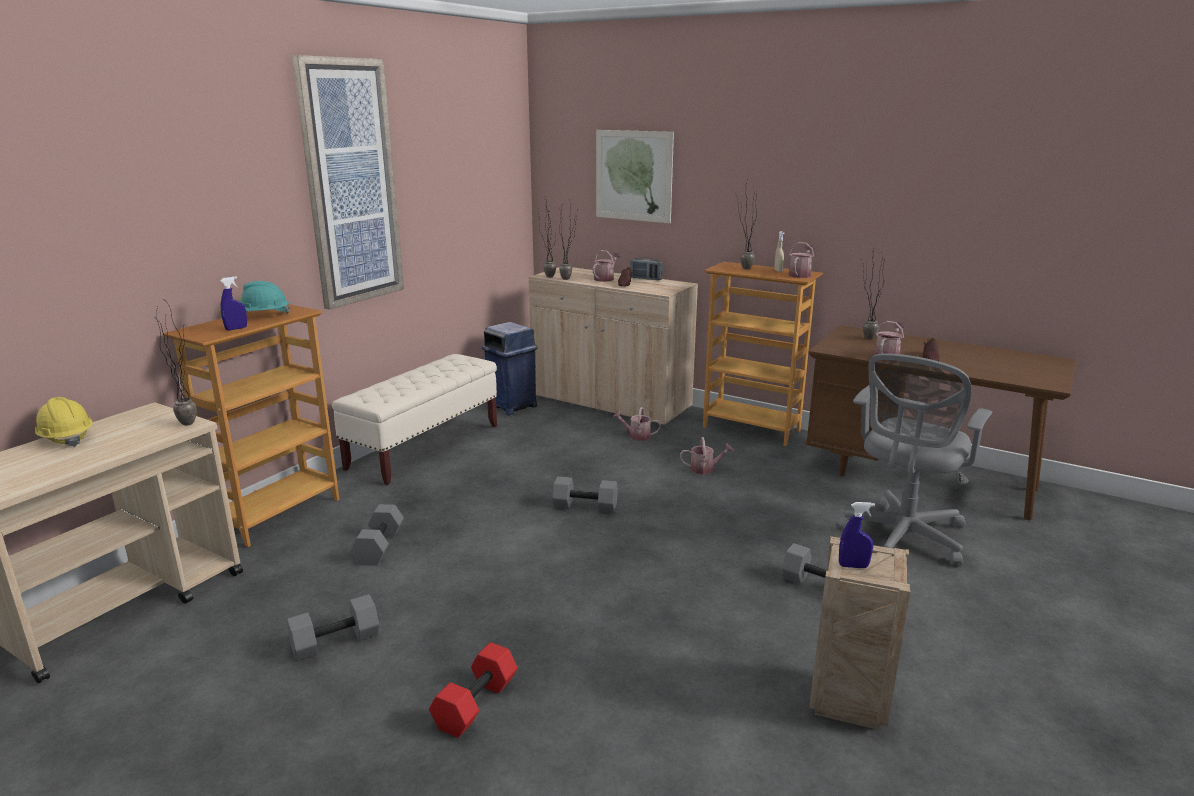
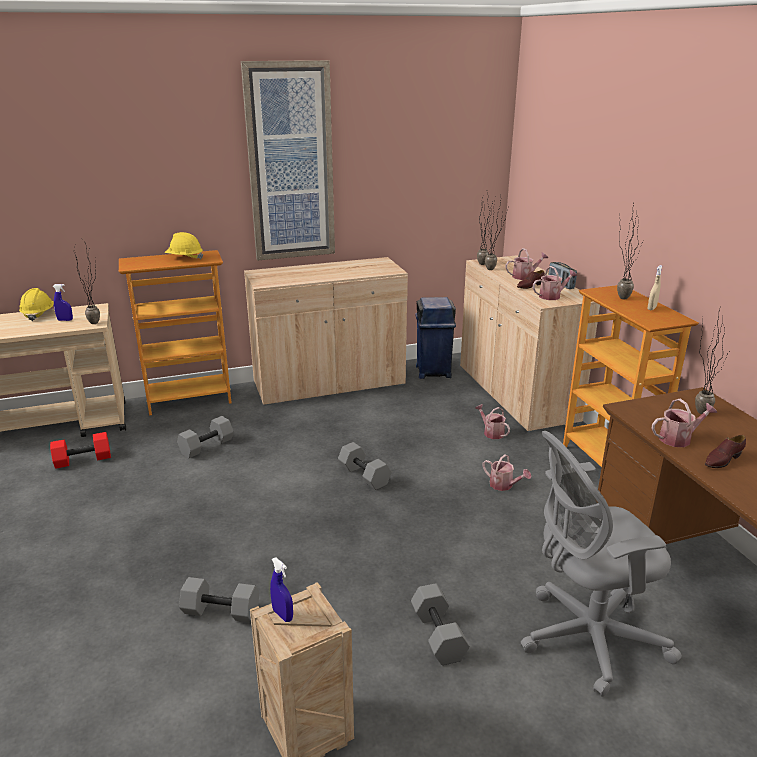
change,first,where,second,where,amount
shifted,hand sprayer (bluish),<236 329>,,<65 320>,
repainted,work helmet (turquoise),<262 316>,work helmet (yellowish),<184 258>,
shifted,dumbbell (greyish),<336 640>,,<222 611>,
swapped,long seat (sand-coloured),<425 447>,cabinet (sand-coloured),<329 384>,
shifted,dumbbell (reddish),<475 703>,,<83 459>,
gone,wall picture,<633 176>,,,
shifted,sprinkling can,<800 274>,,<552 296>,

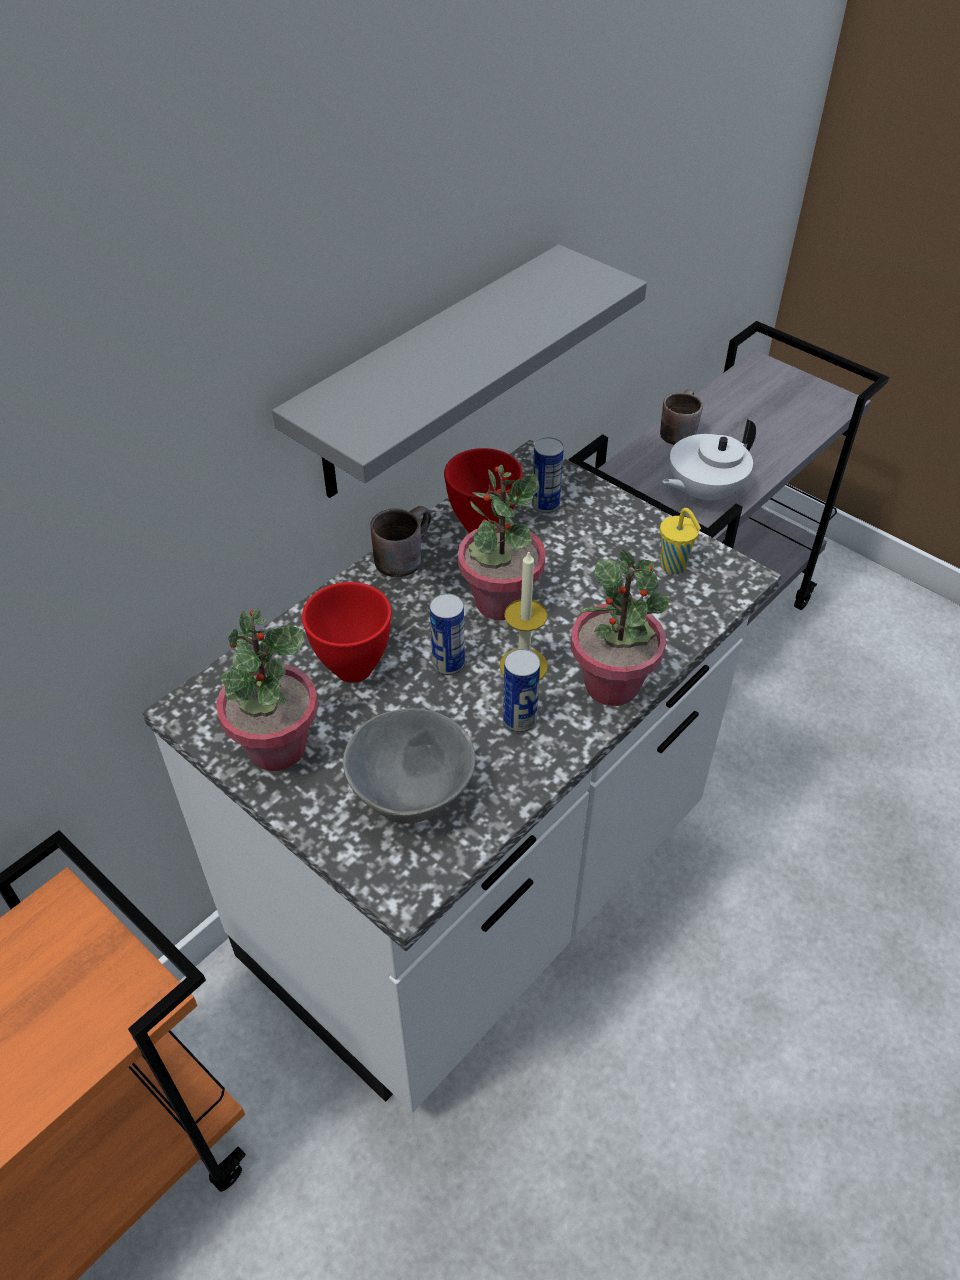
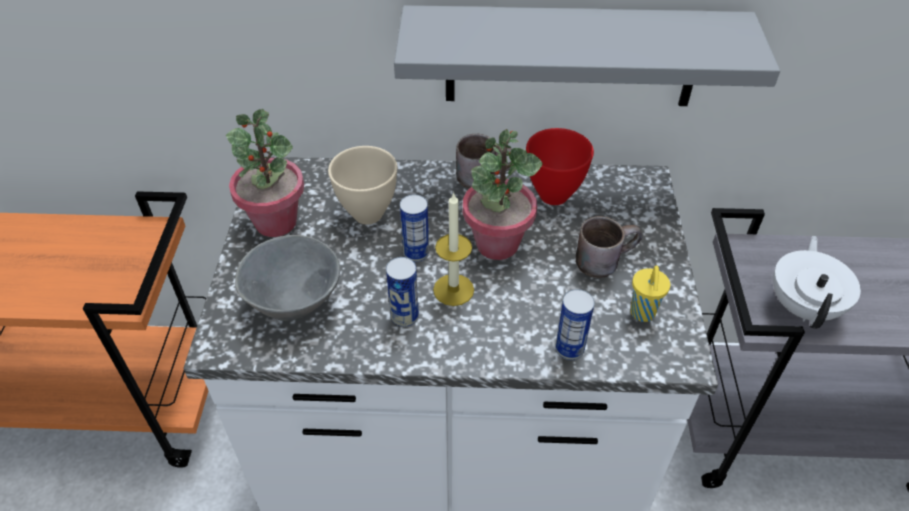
change,first,where,second,where,amount
repainted,bowl (reddish),<353 670>,bowl (sand-coloured),<366 215>,
shifted,sealed can,<545 505>,,<569 349>,
gone,plant in a pot,<612 685>,,,
shifted,tea mug (brownish),<676 430>,,<603 258>,
rotated,pot for tea (whitish),<703 492>,,<803 306>,90 degrees clockwise

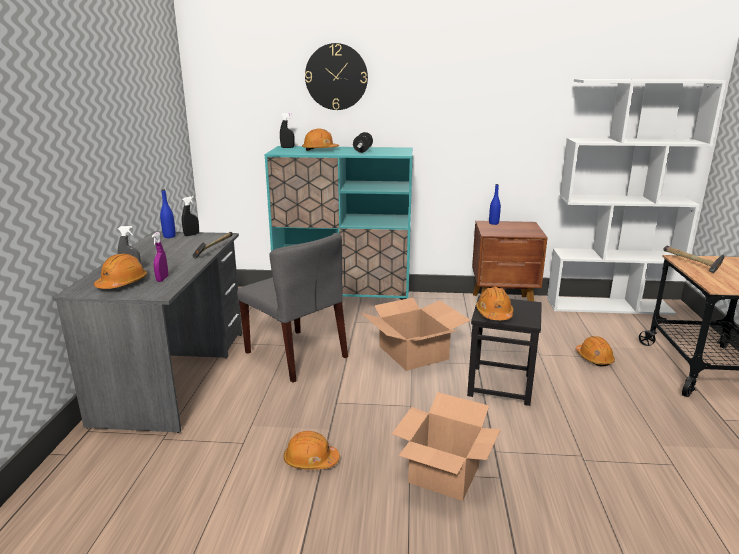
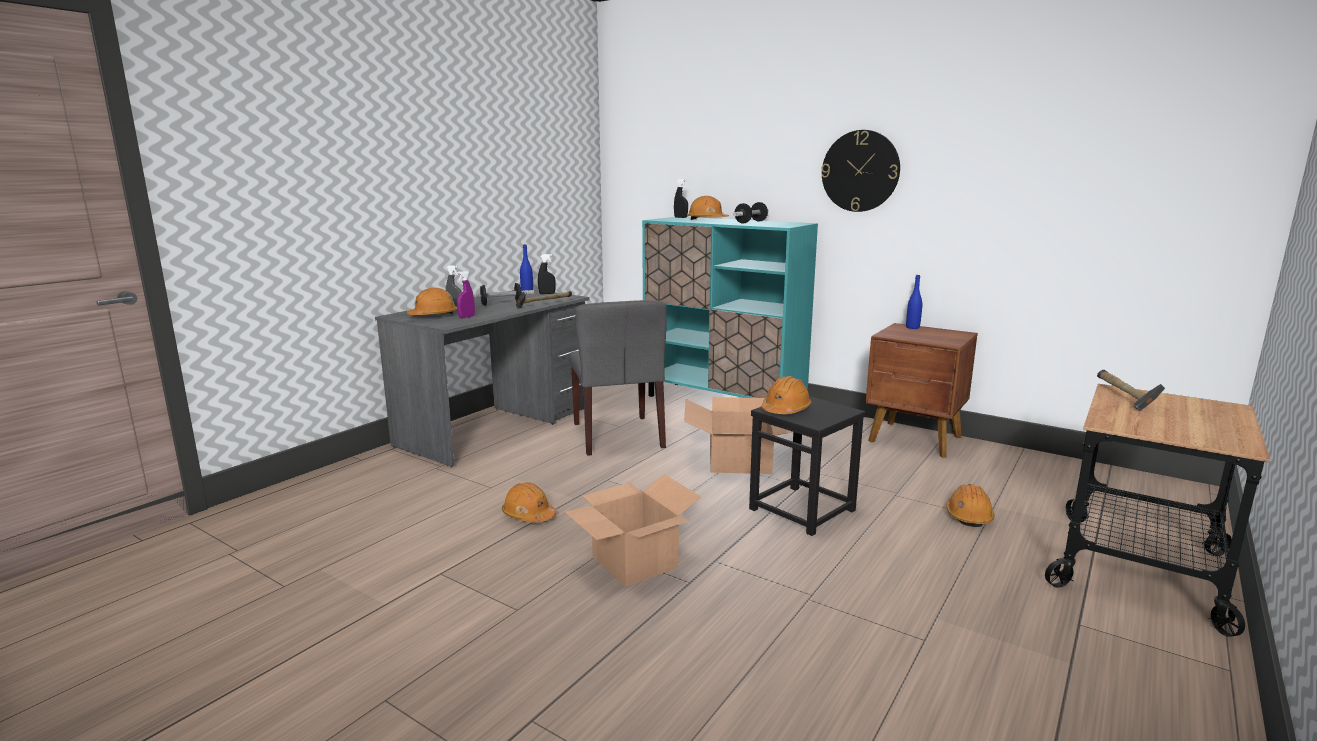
change,first,where,second,where,amount
shifted,clock on the wall,<336 77>,,<860 171>,
gone,bookshelf (whitish),<609 306>,,,
new,,,dumbbell,<501 304>,

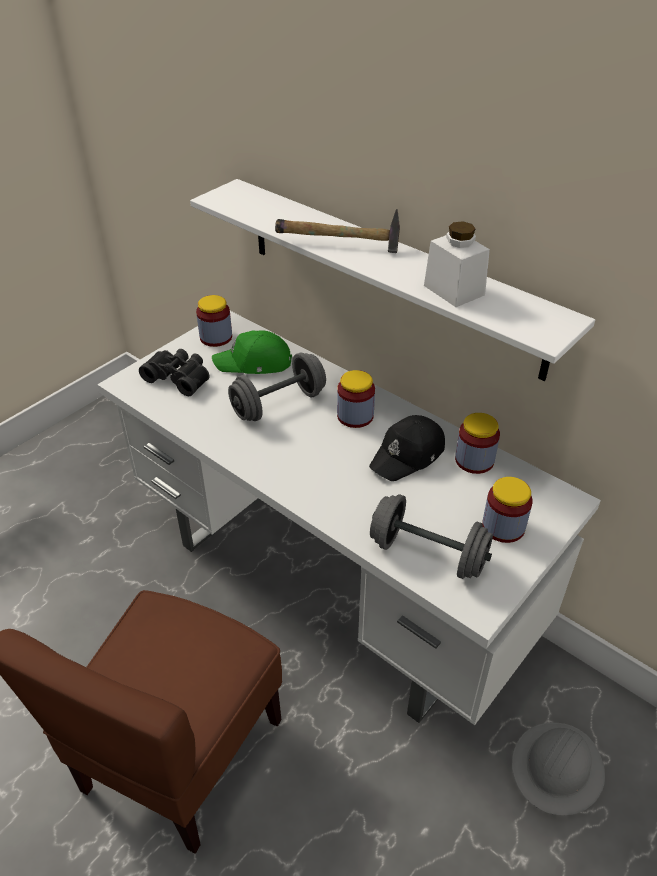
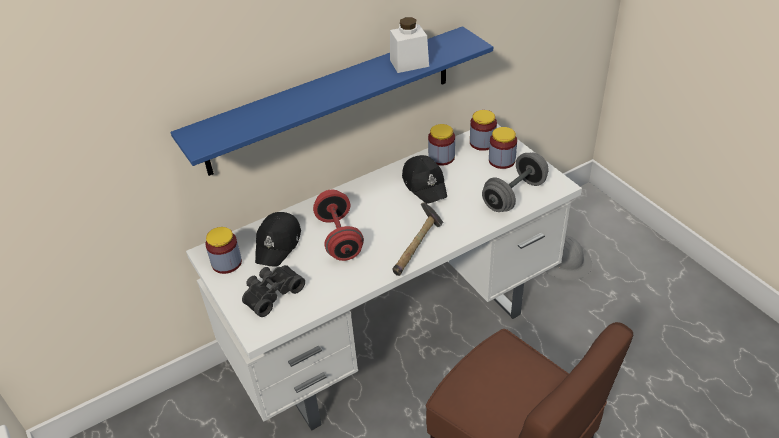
change,first,where,second,where,amount
repainted,wall shelf (whitish),<389 275>,wall shelf (bluish),<331 100>,
repainted,peaked cap (green),<254 363>,peaked cap (blackish),<278 244>,
repainted,dumbbell (greyish),<278 404>,dumbbell (reddish),<339 238>,
shifted,hammer,<341 244>,,<417 248>,
shifted,preserve jar,<355 416>,,<482 143>,

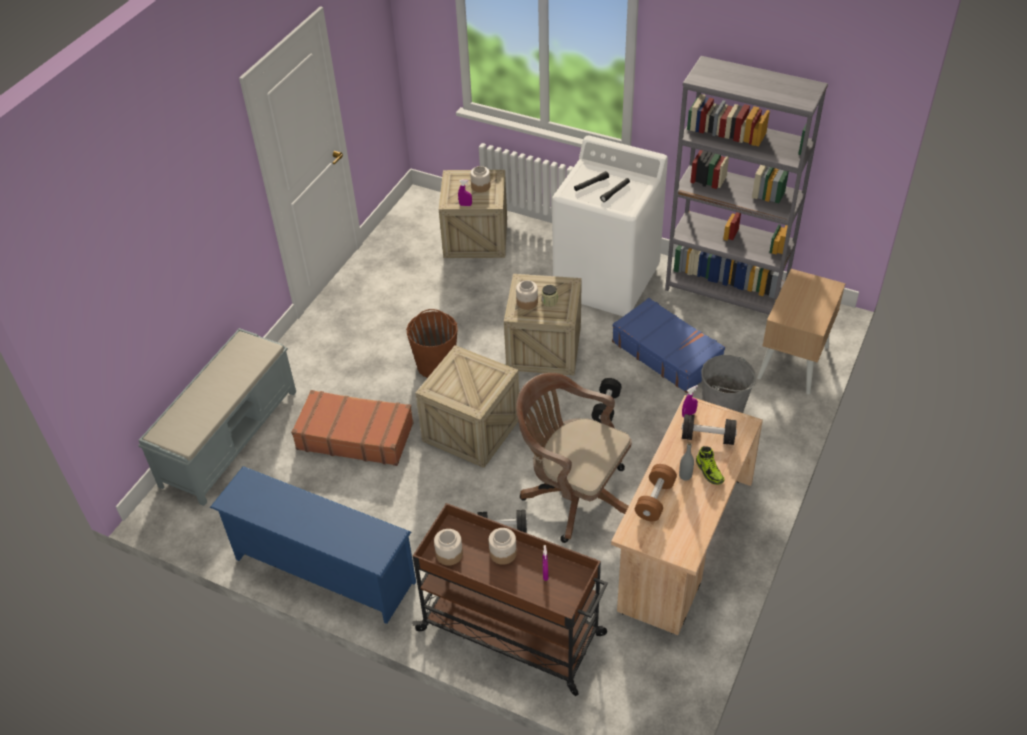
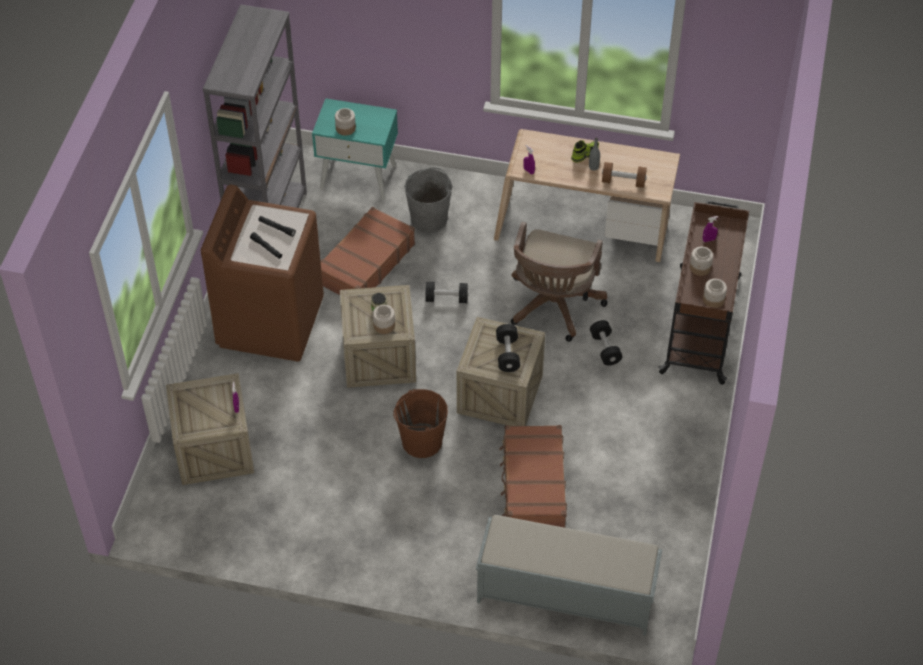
change,first,where,second,where,amount
gone,shoe shelf (bluish),<322 571>,,,
shifted,preserve jar,<480 186>,,<345 128>,
repainted,washing machine (whitish),<607 281>,washing machine (brownish),<271 322>,
repainted,suitcase (bluish),<666 353>,suitcase (brownish),<365 264>,
shifted,dumbbell (blackish),<707 437>,,<507 354>,
repainted,bedside table (sand-coloured),<793 362>,bedside table (turquoise),<358 176>,

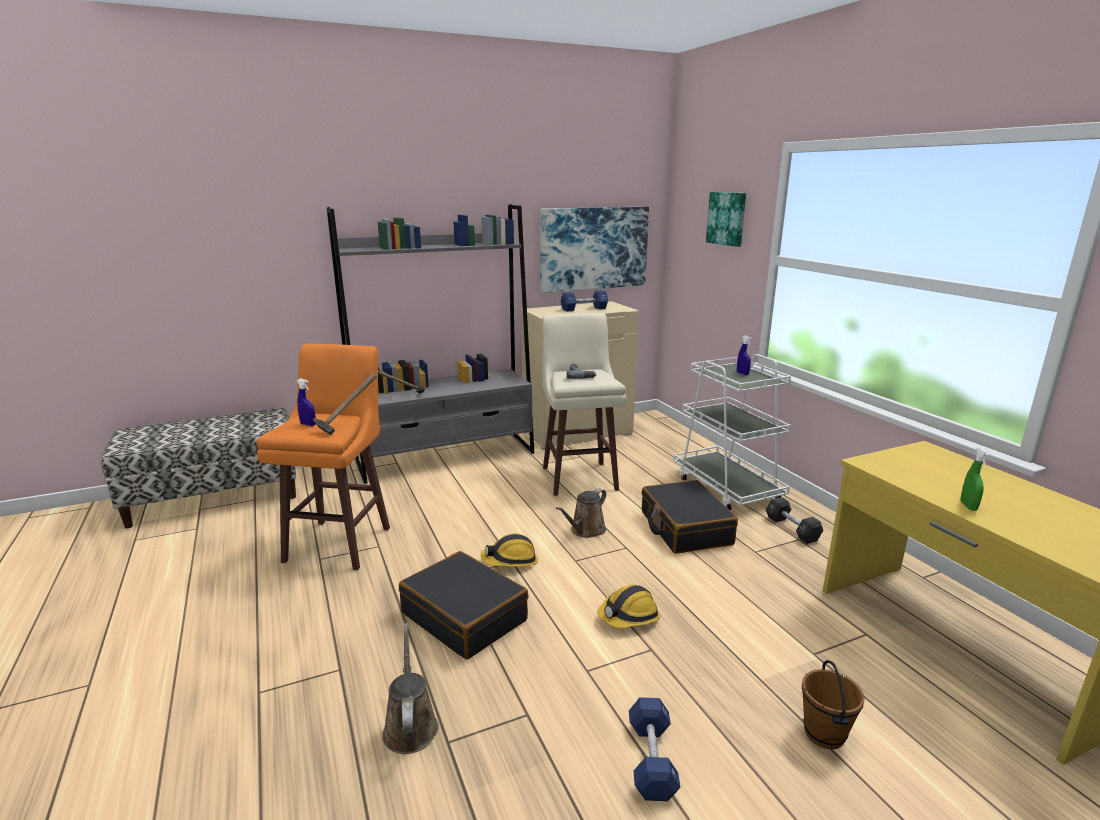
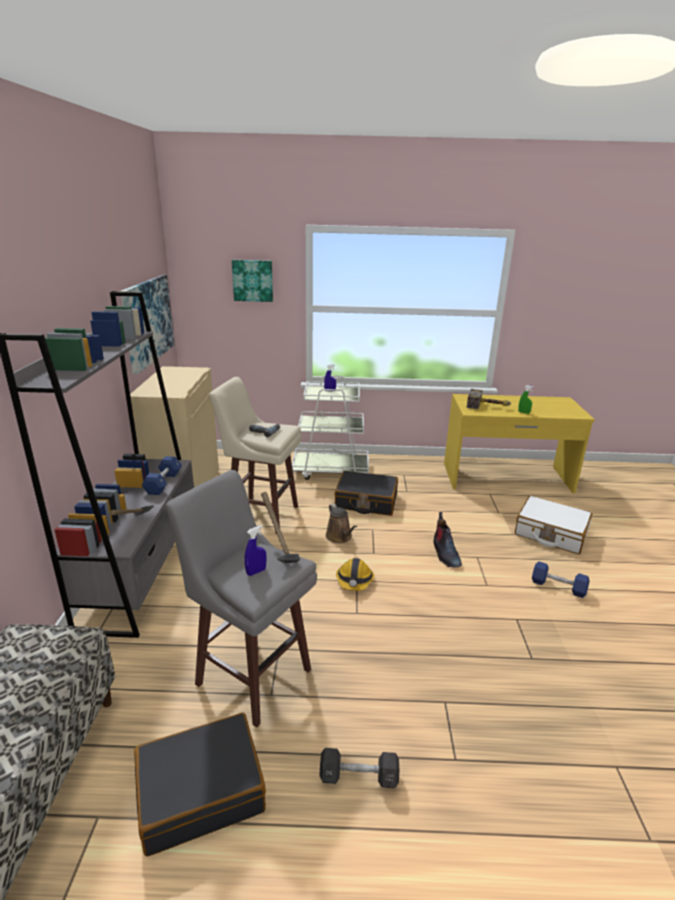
change,first,where,second,where,amount
repainted,stool seat (orange),<340 543>,stool seat (greyish),<252 674>,
gone,sprinkling can (brownish),<410 725>,,,
shifted,suitcase (blackish),<465 616>,,<201 791>,
shifted,dumbbell (bluish),<584 309>,,<163 483>,
swapped,work helmet,<629 617>,high-top boot,<445 554>,
shifted,dumbbell (blackish),<792 529>,,<358 777>,
swapped,bucket (brownish),<825 734>,suitcase (whitish),<550 533>,
new,,,hammer,<488 406>,

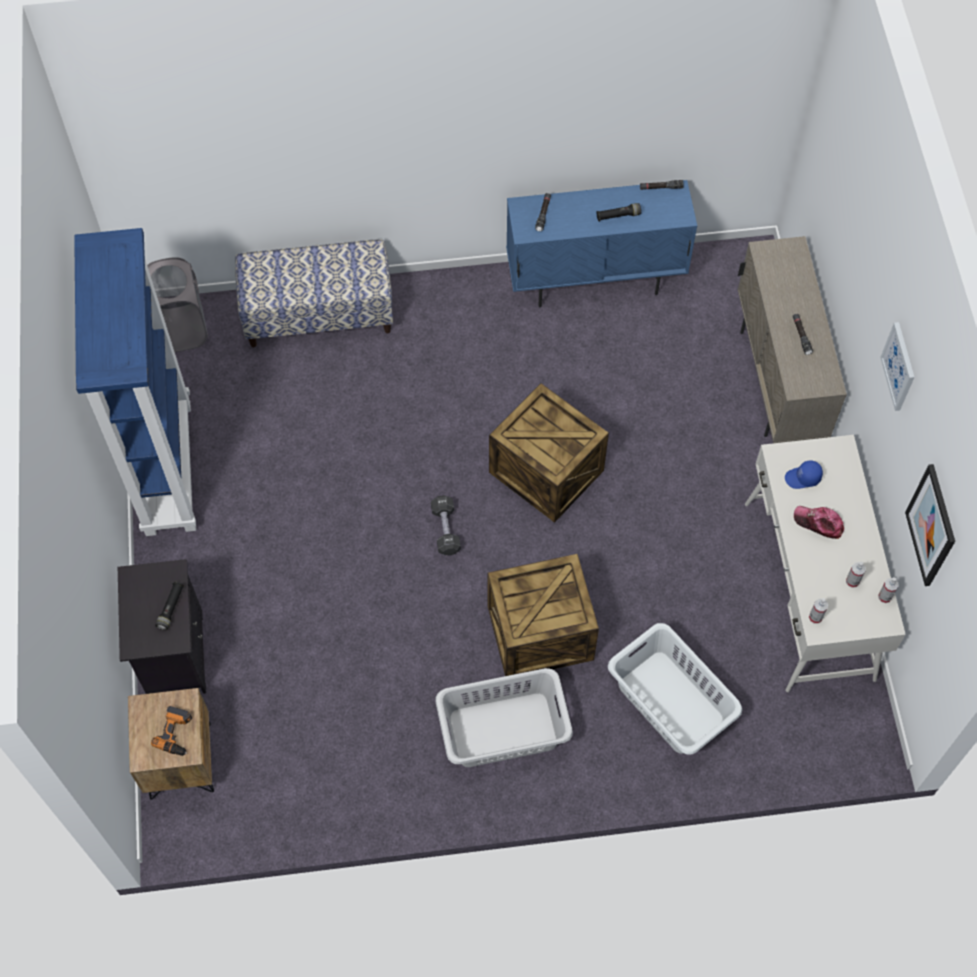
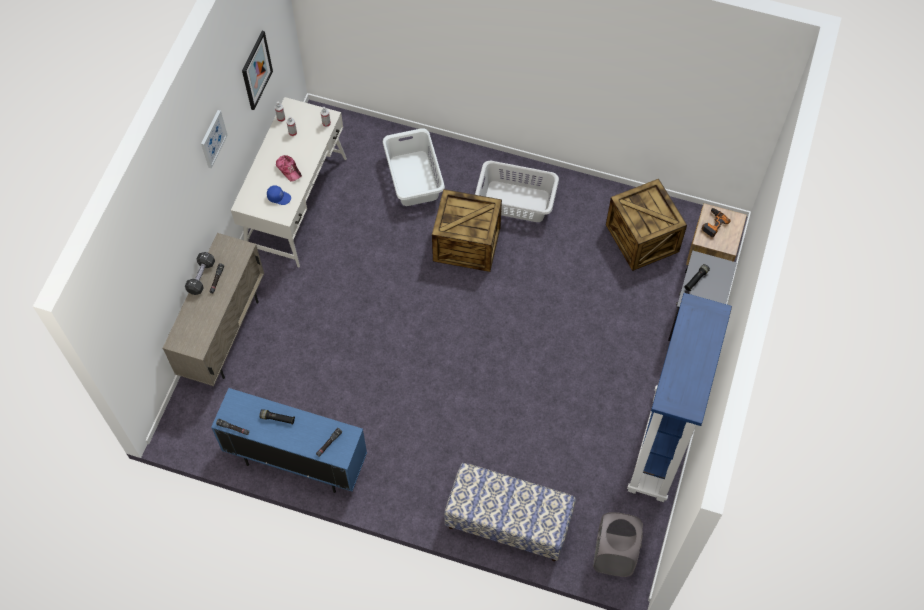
change,first,where,second,where,amount
shifted,dumbbell (blackish),<445 530>,,<201 277>,
shifted,packing crate,<545 472>,,<643 238>,

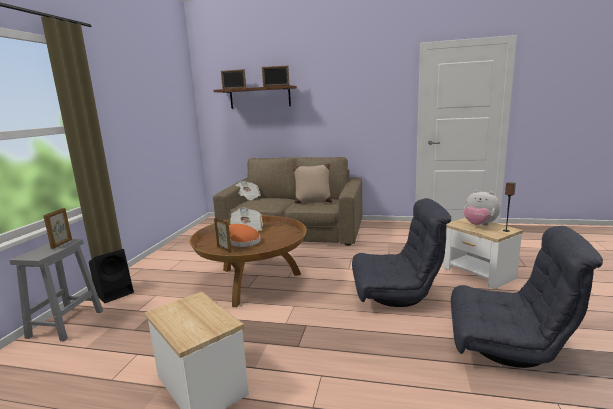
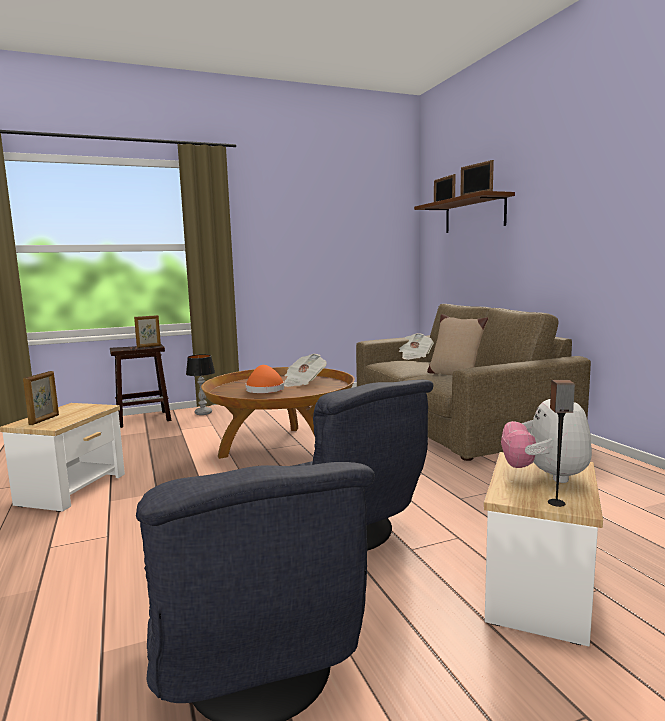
change,first,where,second,where,amount
repainted,stool seat (greyish),<66 323>,stool seat (brownish),<144 419>,
swapped,audio speaker (blackish),<115 293>,table lamp,<203 413>,
shifted,photo frame,<224 249>,,<44 420>,

